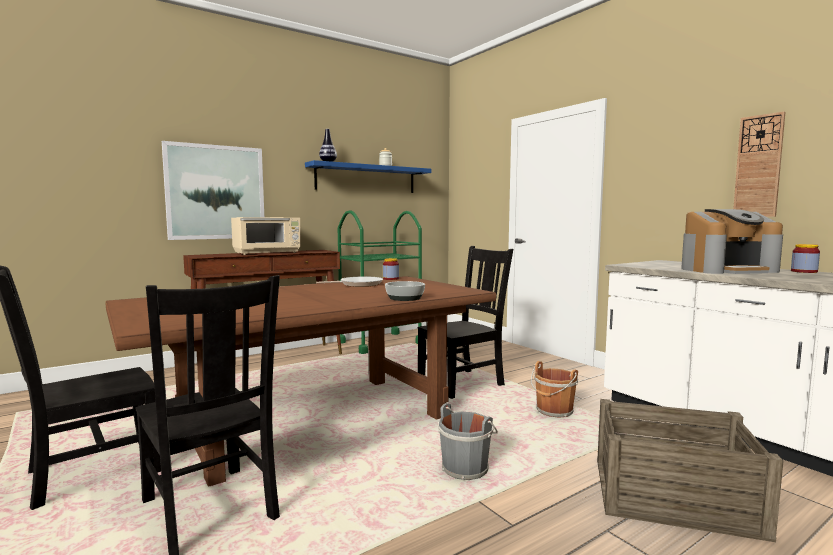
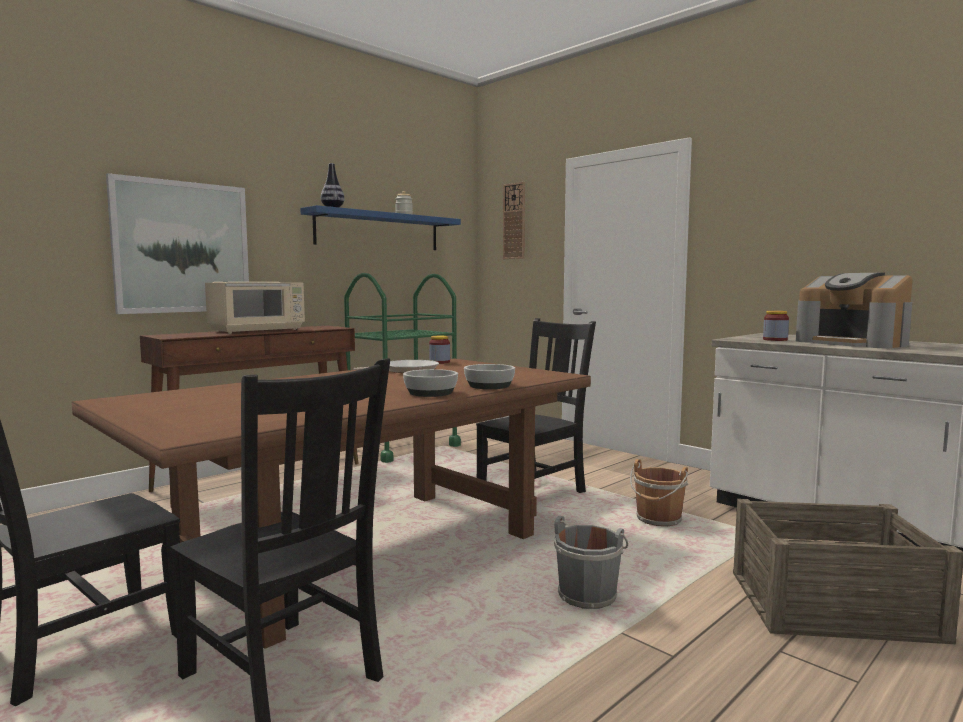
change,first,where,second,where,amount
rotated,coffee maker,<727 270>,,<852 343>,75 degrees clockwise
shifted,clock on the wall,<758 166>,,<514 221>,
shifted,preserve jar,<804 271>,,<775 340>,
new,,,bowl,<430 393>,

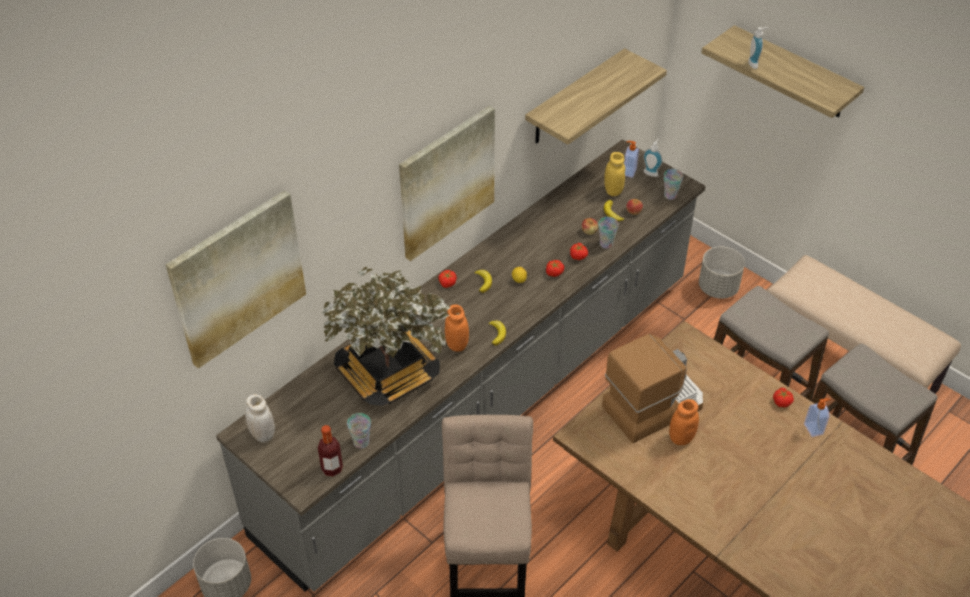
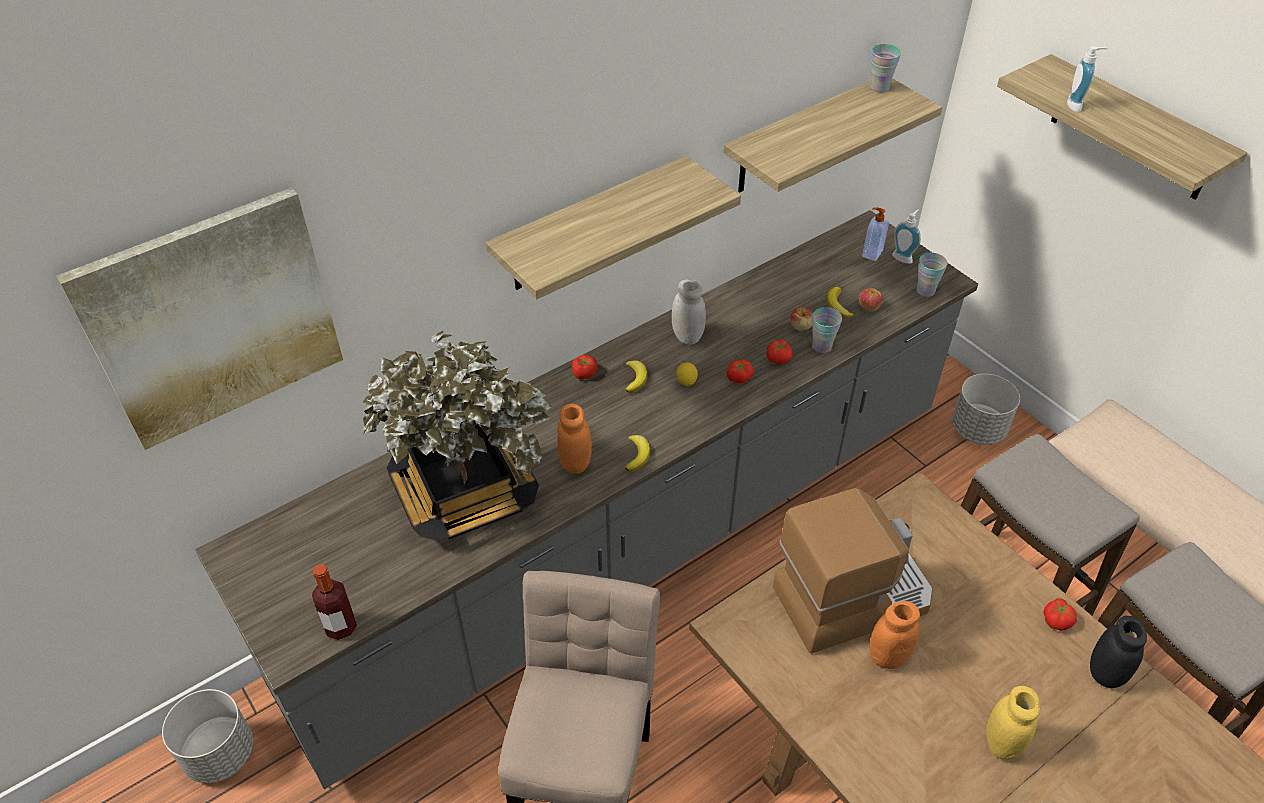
change,first,where,second,where,amount
shifted,preserve jar (whitish),<263 434>,,<687 336>,
shifted,small cup,<361 442>,,<879 87>,
swapped,wall picture,<446 182>,wall shelf,<591 225>,
shifted,preserve jar (yellowish),<613 191>,,<1001 743>,
swapped,liquid soap bottle,<814 429>,preserve jar (blackish),<1105 673>,

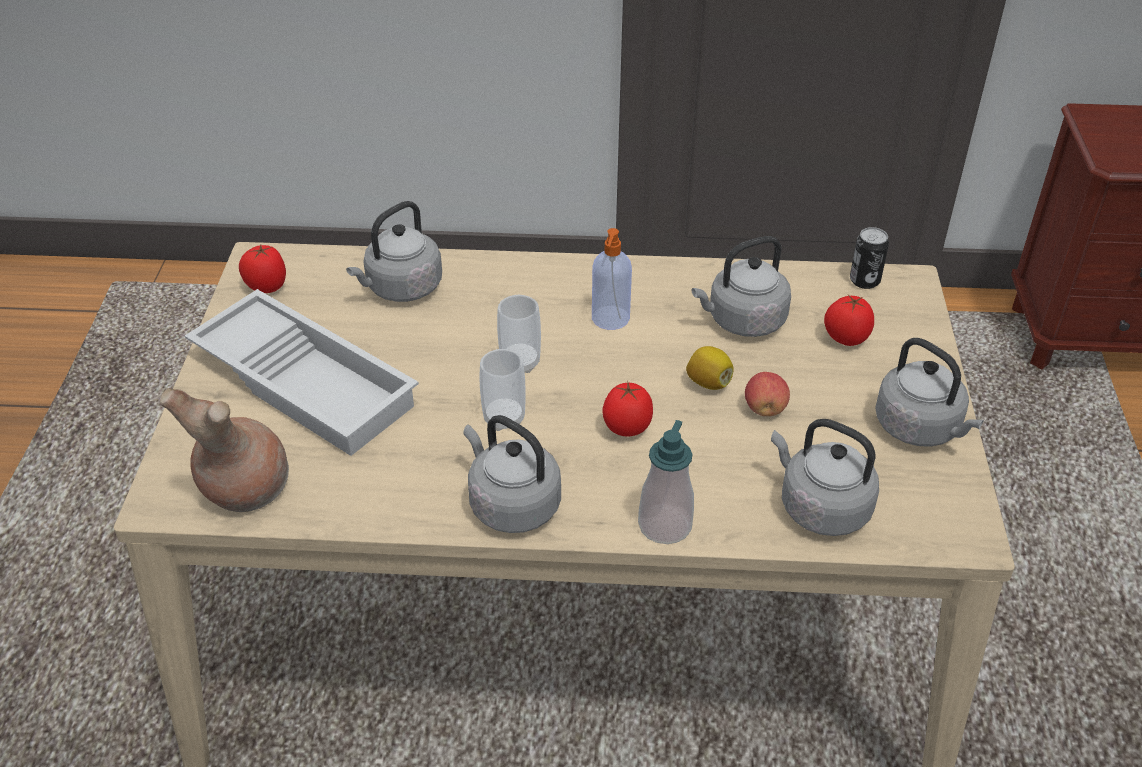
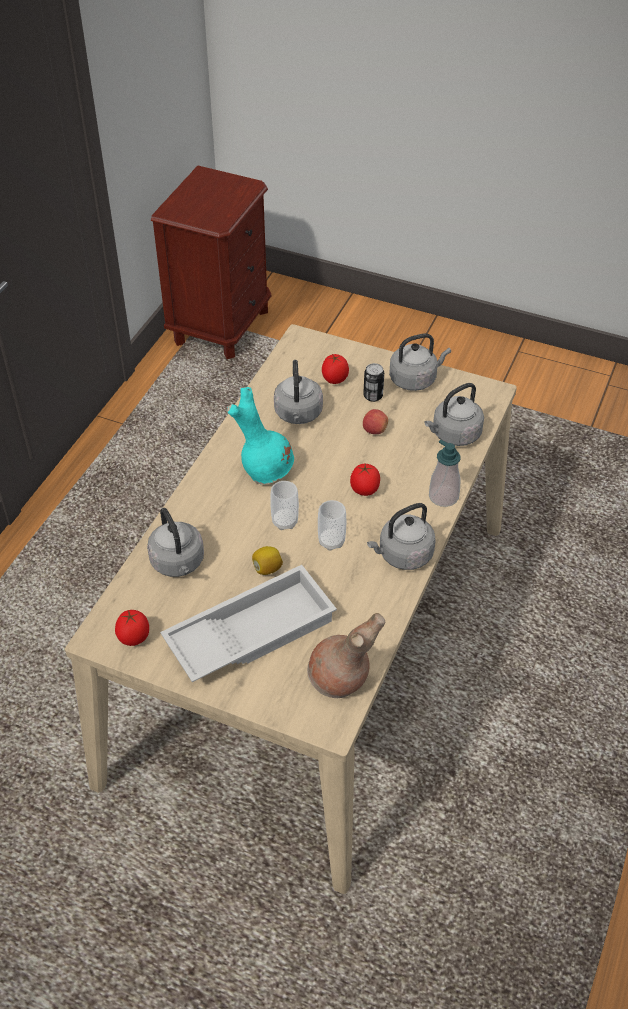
change,first,where,second,where,amount
swapped,liquid soap bottle,<610 319>,vase (turquoise),<266 470>,
shifted,lemon,<708 382>,,<267 569>,
shifted,sealed can,<864 281>,,<373 396>,

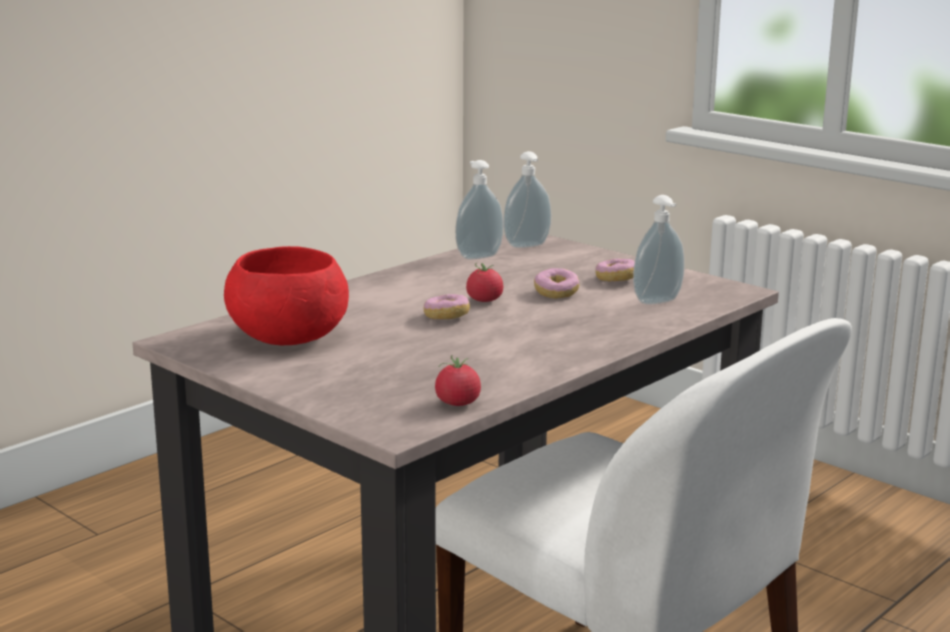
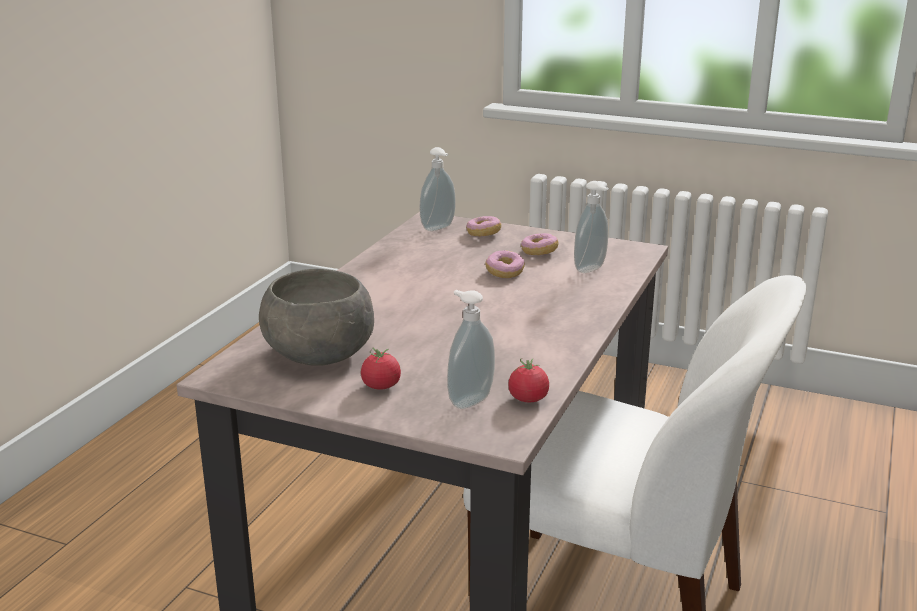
change,first,where,second,where,amount
repainted,bowl (reddish),<289 336>,bowl (greyish),<320 353>,
shifted,doughnut,<446 317>,,<483 234>,
shifted,liquid soap bottle,<478 256>,,<468 400>,
shifted,fresh tomato,<484 300>,,<381 386>,

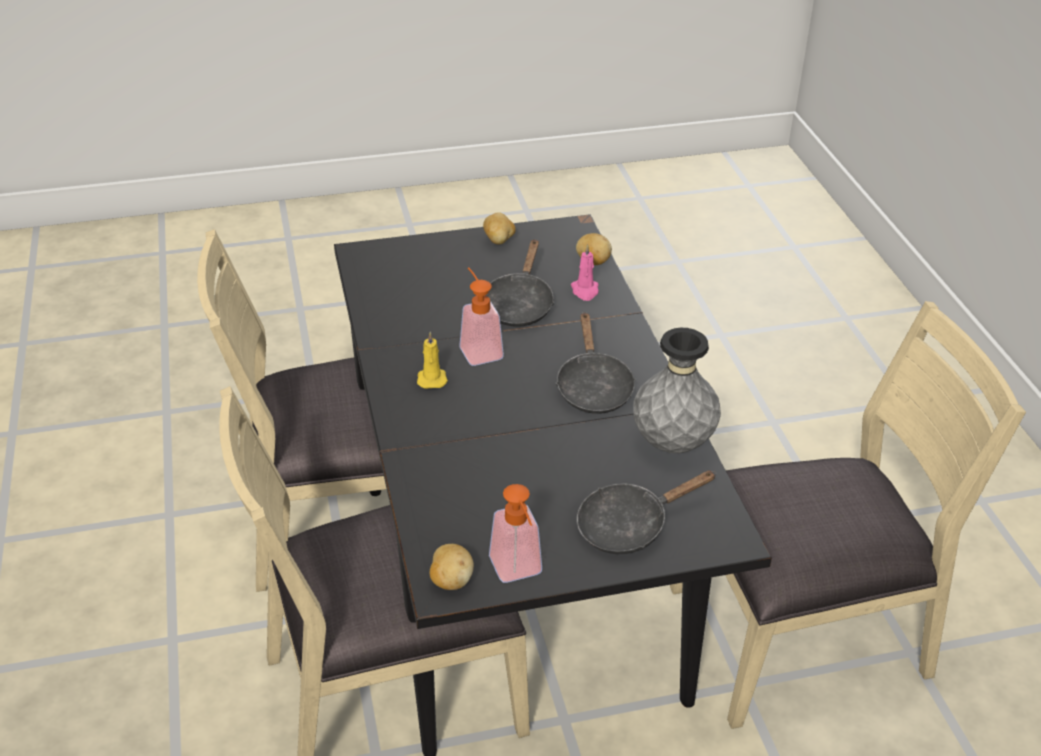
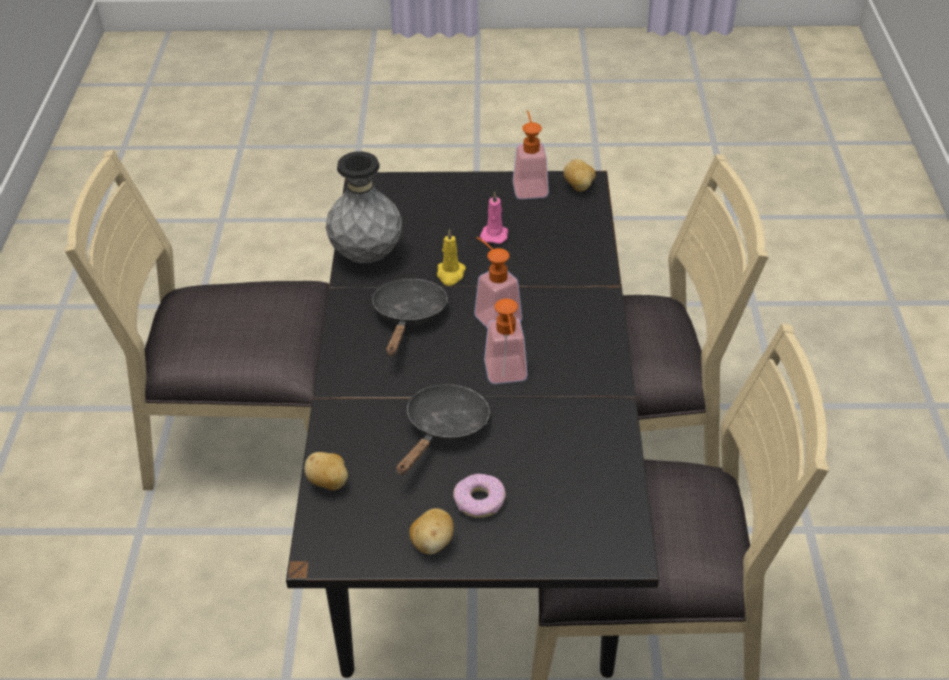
change,first,where,second,where,amount
shifted,wax light (yellowish),<431 378>,,<450 274>,
shifted,wax light (pinkish),<585 291>,,<494 234>,
gone,pan (blackish),<629 525>,,,
new,,,doughnut,<479 501>,
new,,,liquid soap bottle,<493 314>,

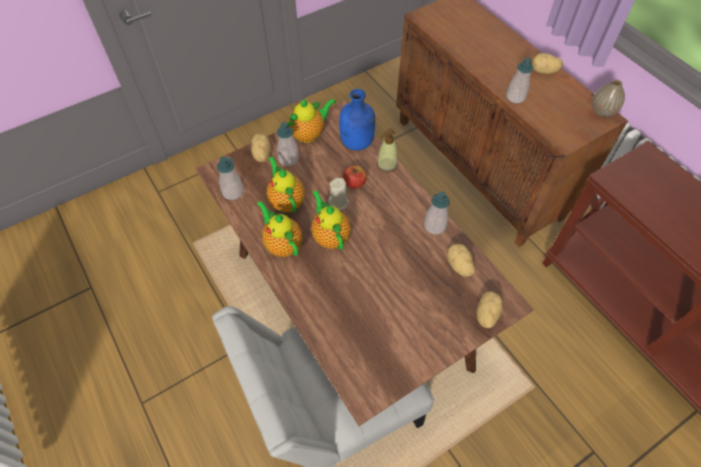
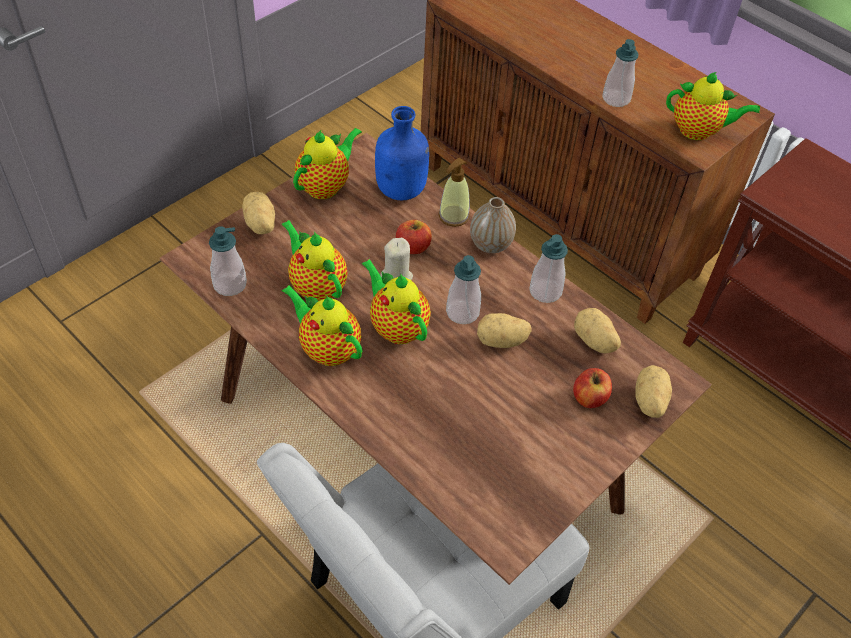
change,first,where,second,where,amount
shifted,liquid soap bottle,<288 159>,,<462 312>,
shifted,potato,<544 71>,,<501 341>,
shifted,vase,<602 111>,,<490 244>,
new,,,whole apple,<589 398>,
new,,,pot for tea,<699 131>,

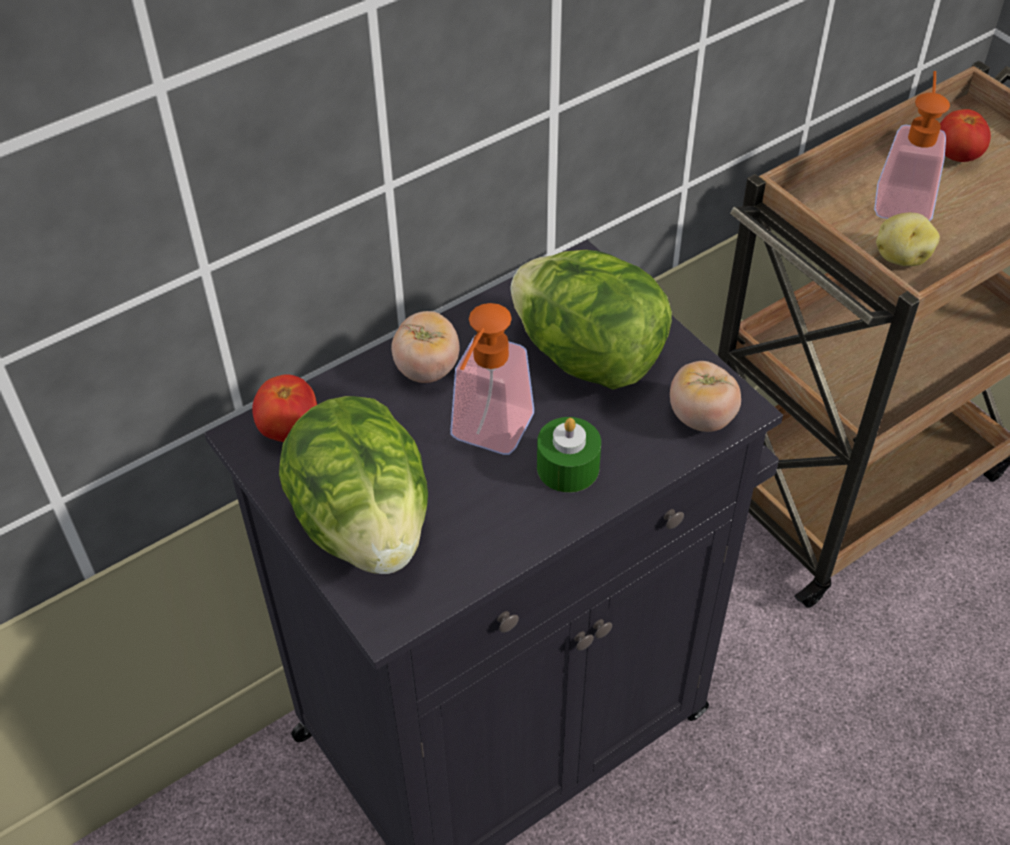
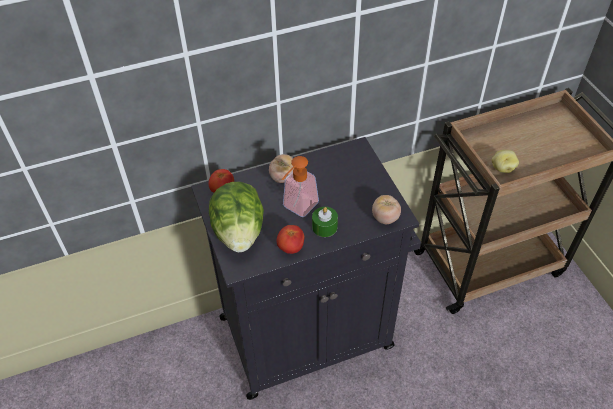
change,first,where,second,where,amount
gone,lettuce head,<588 357>,,,
gone,liquid soap bottle,<903 197>,,,
shifted,fresh tomato,<956 156>,,<291 247>,

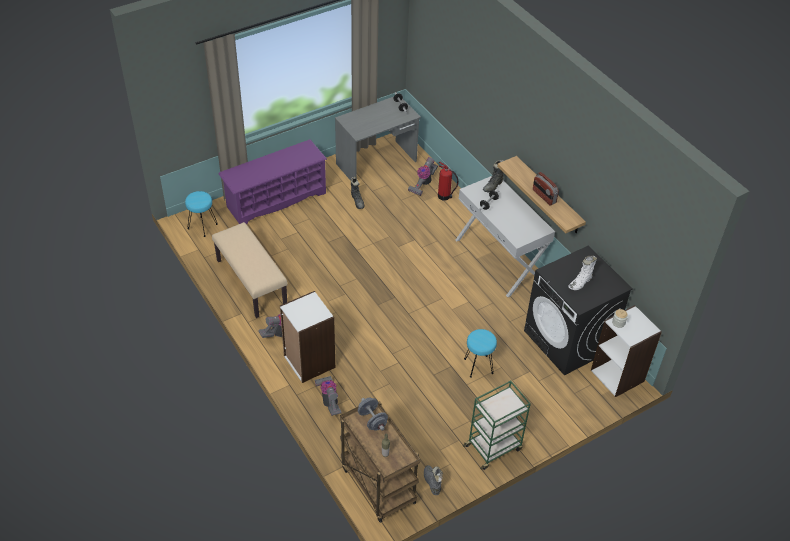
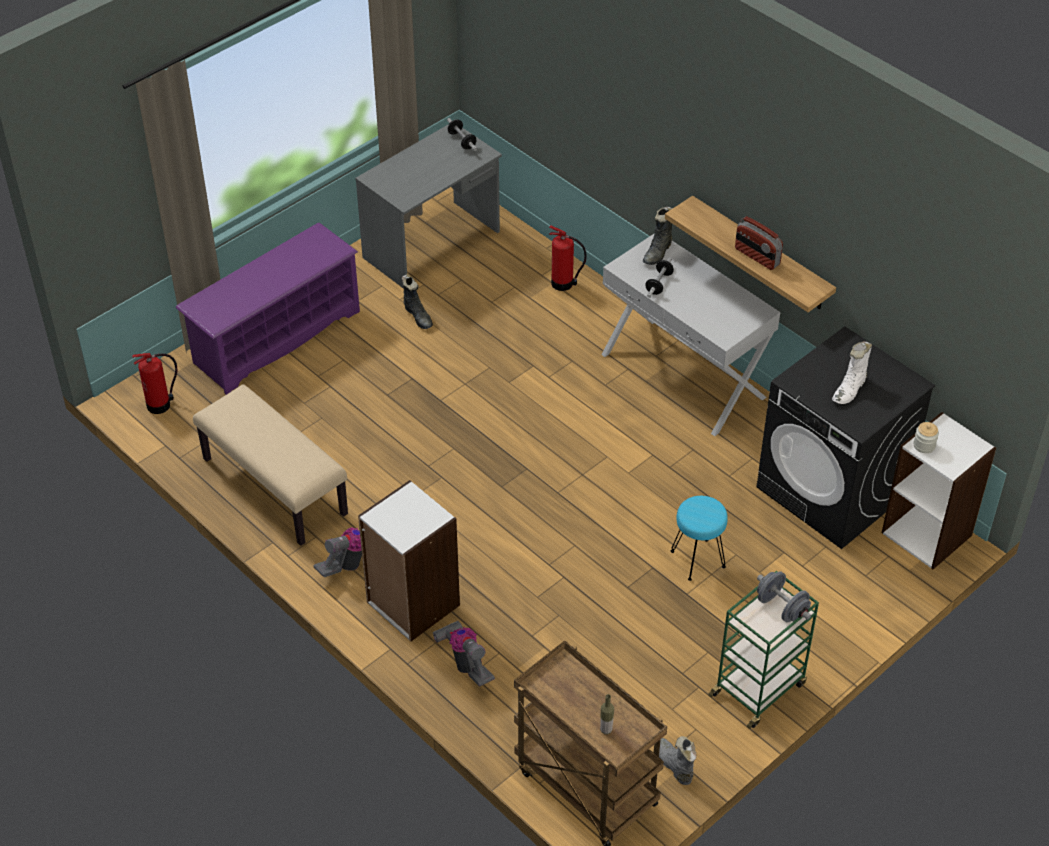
change,first,where,second,where,amount
swapped,stool seat (turquoise),<202 226>,extinguisher,<160 405>,
shifted,dumbbell (greyish),<372 420>,,<781 608>,
gone,vacuum,<423 184>,,,

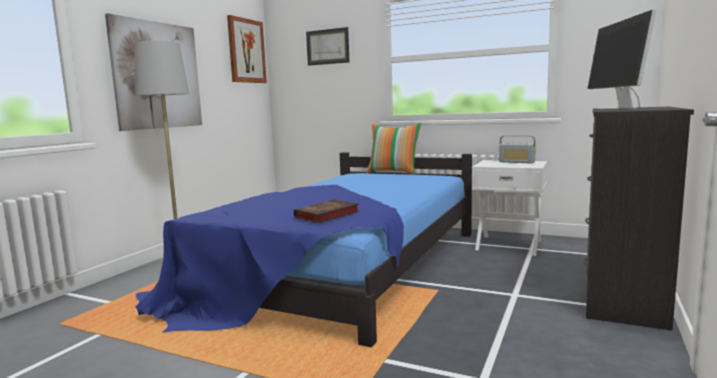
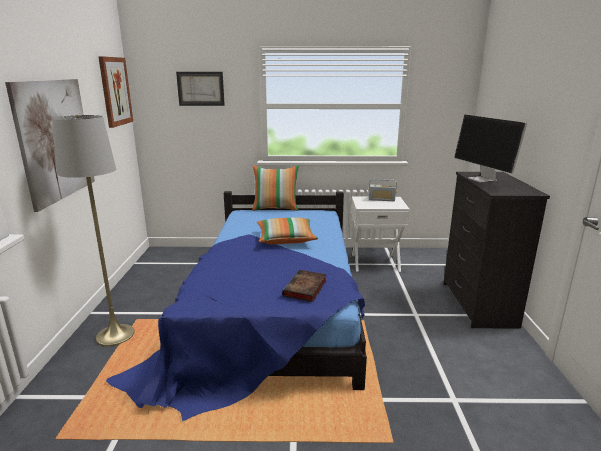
change,first,where,second,where,amount
new,,,throw pillow,<286 239>,

